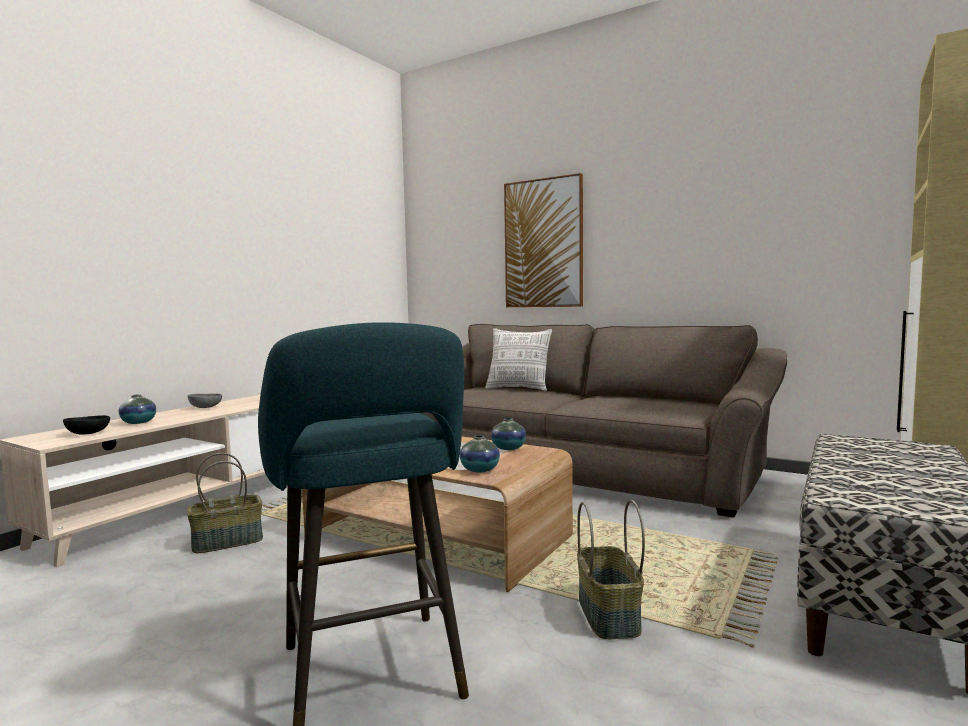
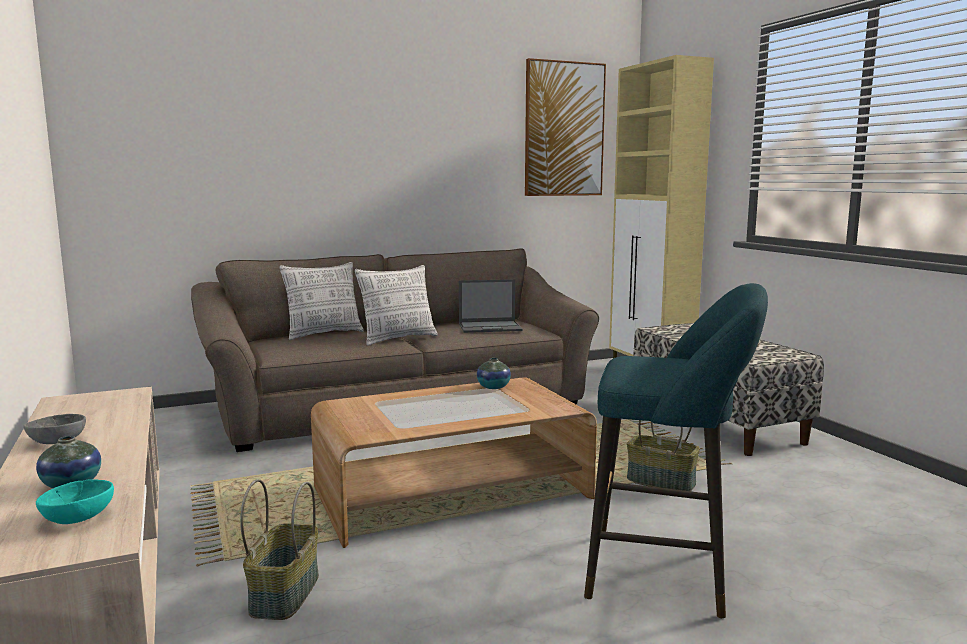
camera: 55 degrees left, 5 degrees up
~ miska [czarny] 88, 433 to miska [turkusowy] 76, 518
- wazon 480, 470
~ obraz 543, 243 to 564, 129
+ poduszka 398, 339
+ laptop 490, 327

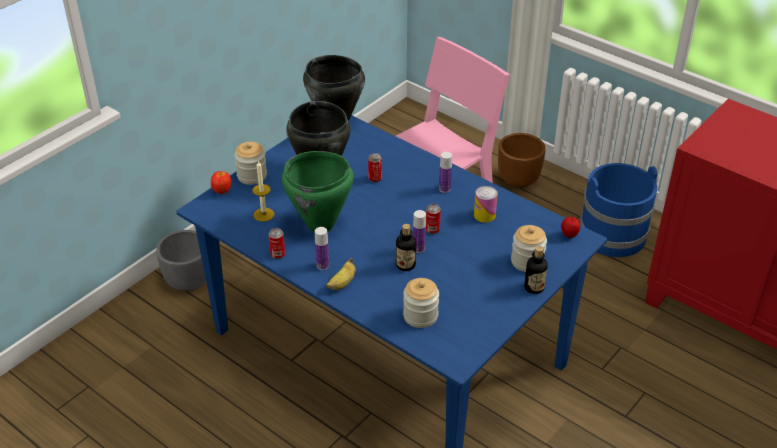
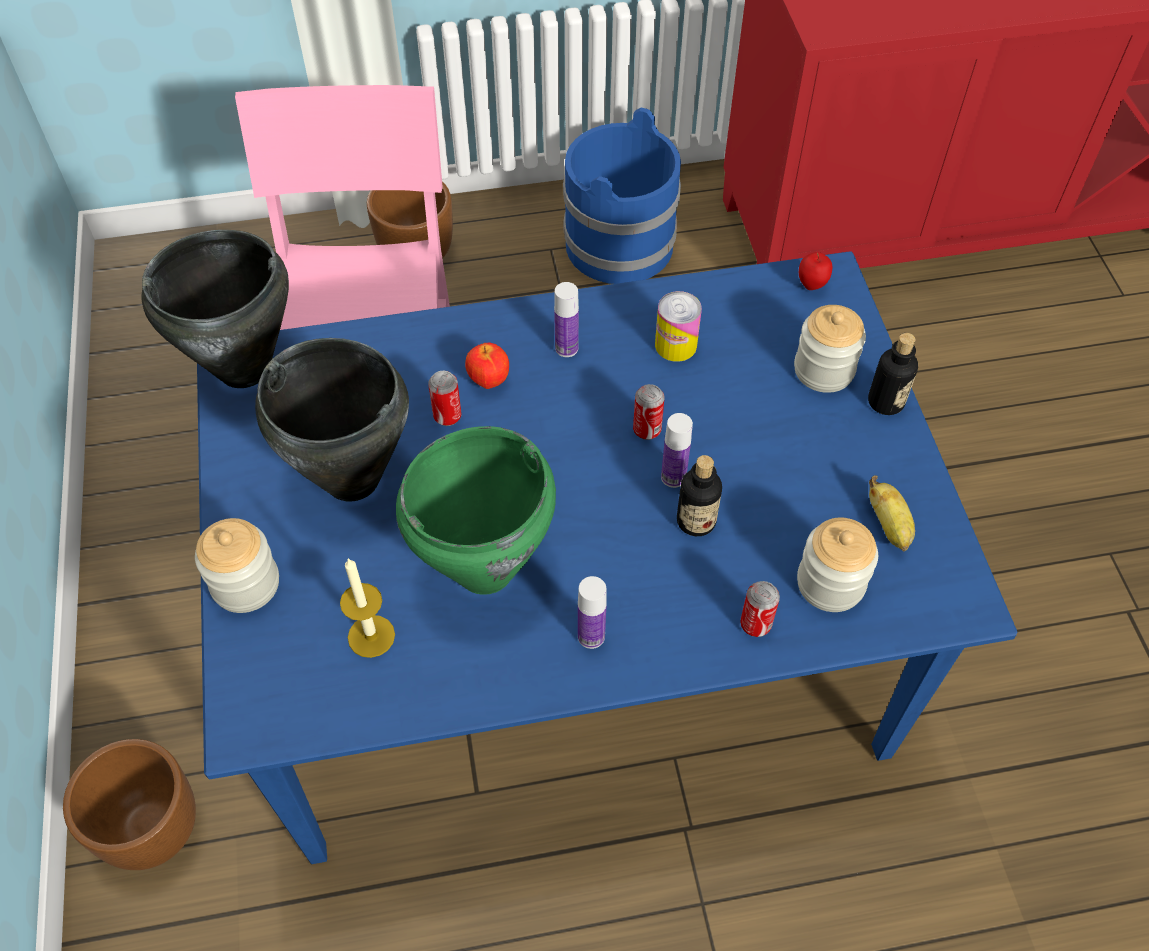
camera: 50 degrees left, 15 degrees up
~ donica [szary] 189, 282 to donica [brązowy] 154, 829
~ jabłko 222, 191 to 488, 381
~ puszka 278, 254 to 755, 624
~ banan 342, 284 to 889, 526

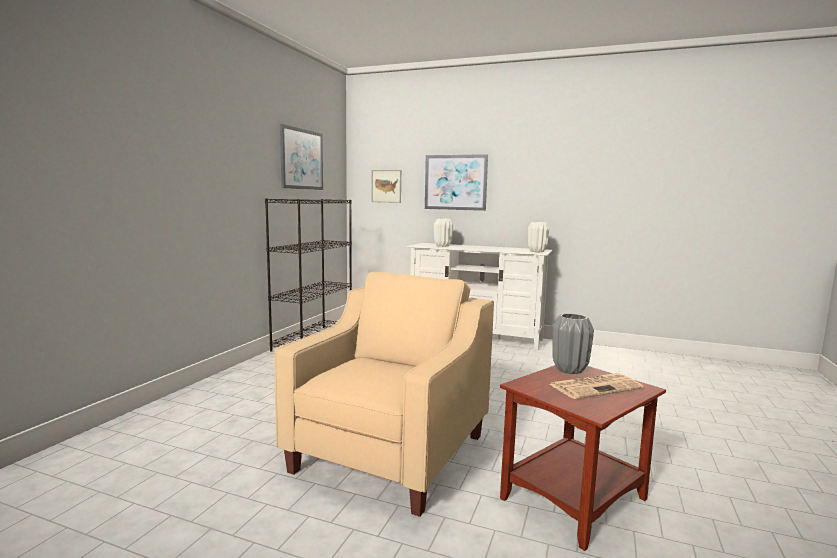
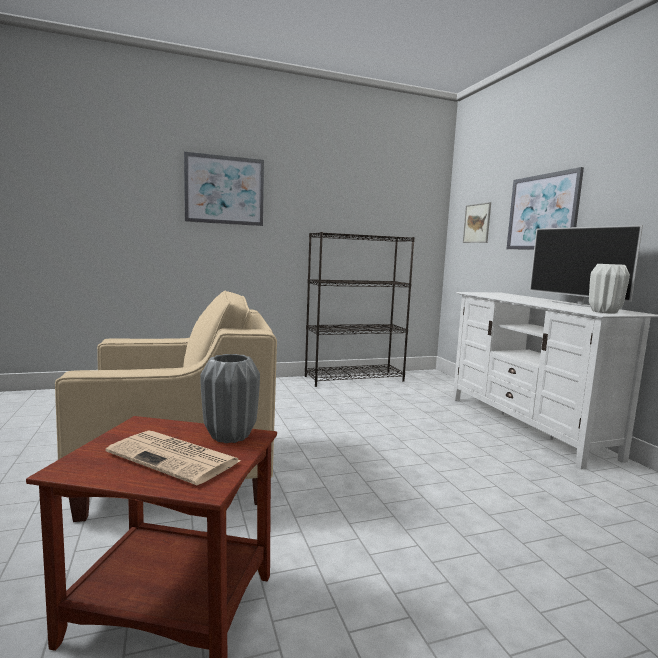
camera: 50 degrees right, 0 degrees up
~ obraz 302, 159 to 224, 190
- wazon [biały] 442, 246
+ telewizor 577, 305

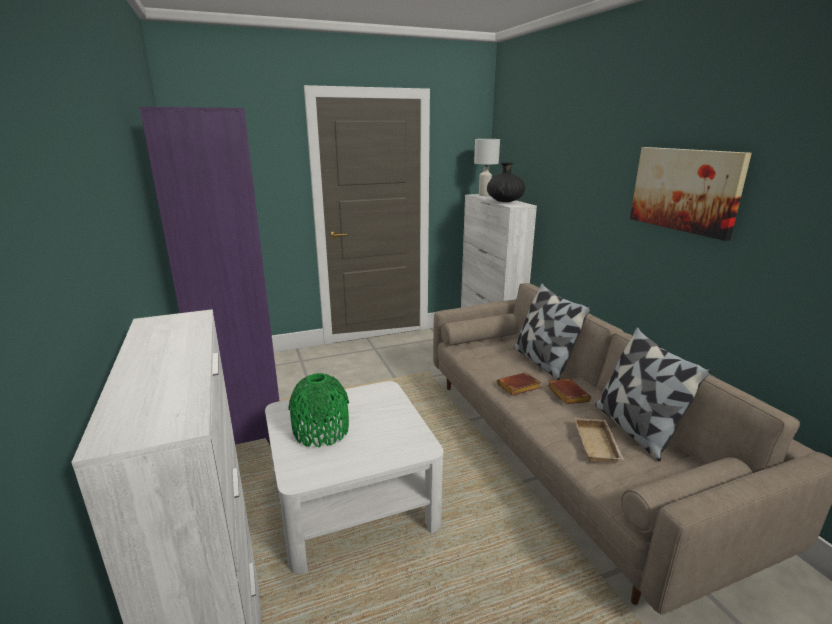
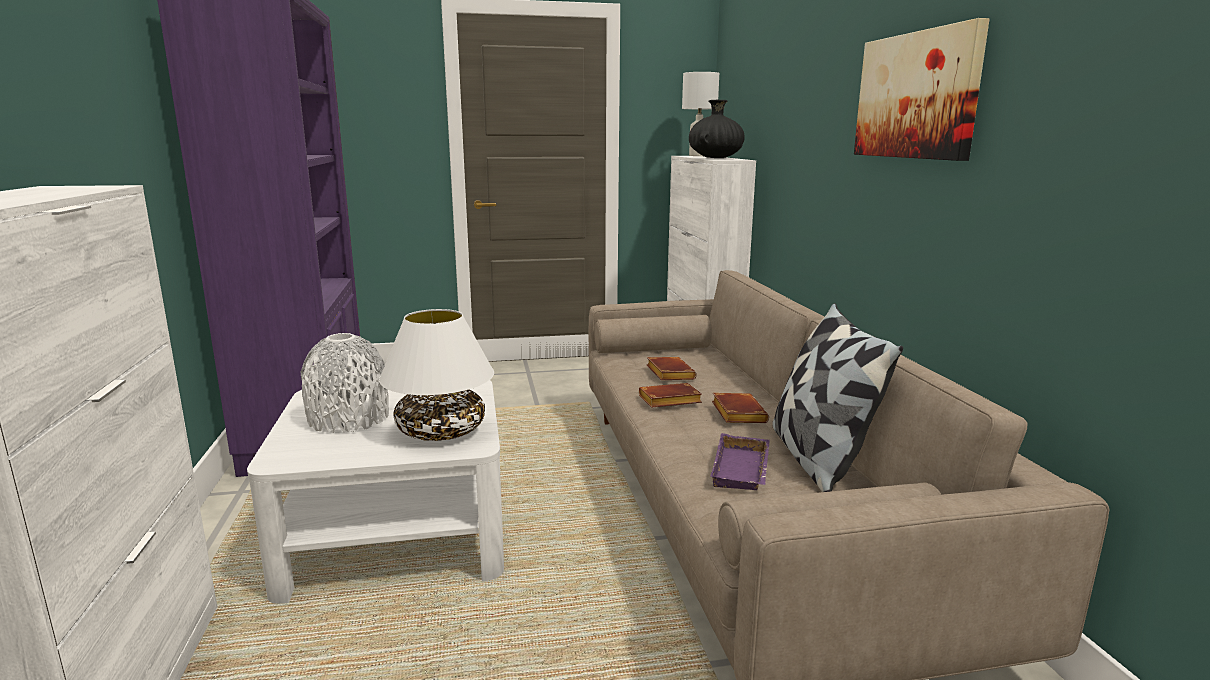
camera: 10 degrees right, 5 degrees down
~ wazon [zielony] 321, 431 to wazon [biały] 349, 418
- poduszka 543, 362
~ taca [beżowy] 598, 445 to taca [fioletowy] 743, 470
+ lampa stołowa [biały] 441, 432
+ książka [brązowy] 668, 373

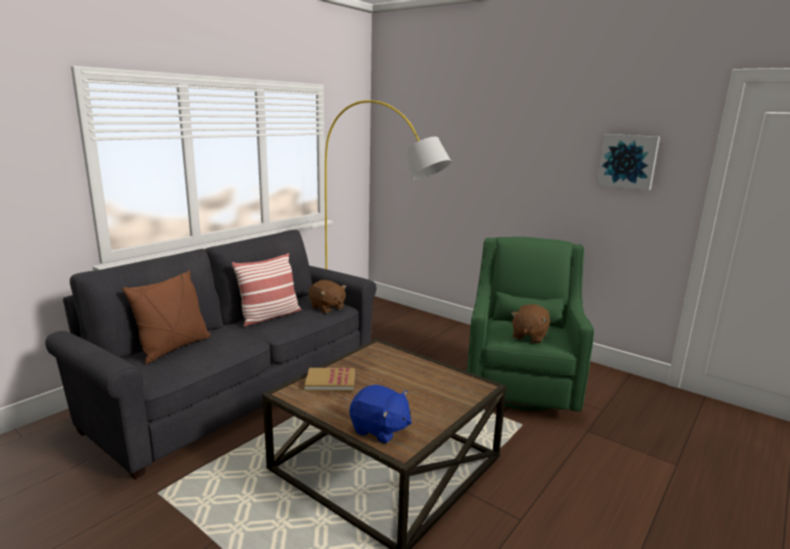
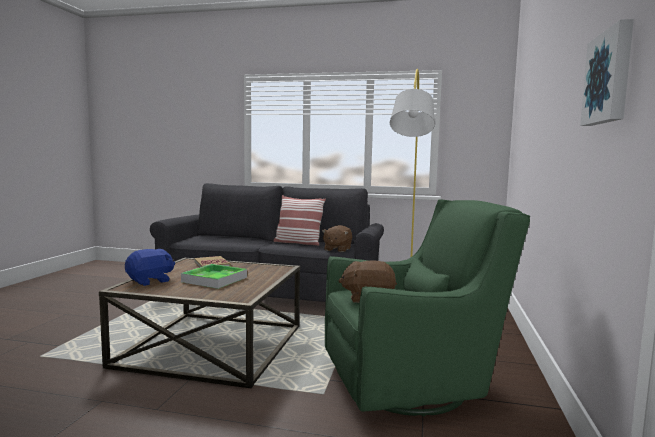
camera: 65 degrees right, 10 degrees down
- poduszka [brązowy] 174, 348
~ pluszak [niebieski] 380, 429 = 150, 281 135 degrees counterclockwise
+ taca 214, 279

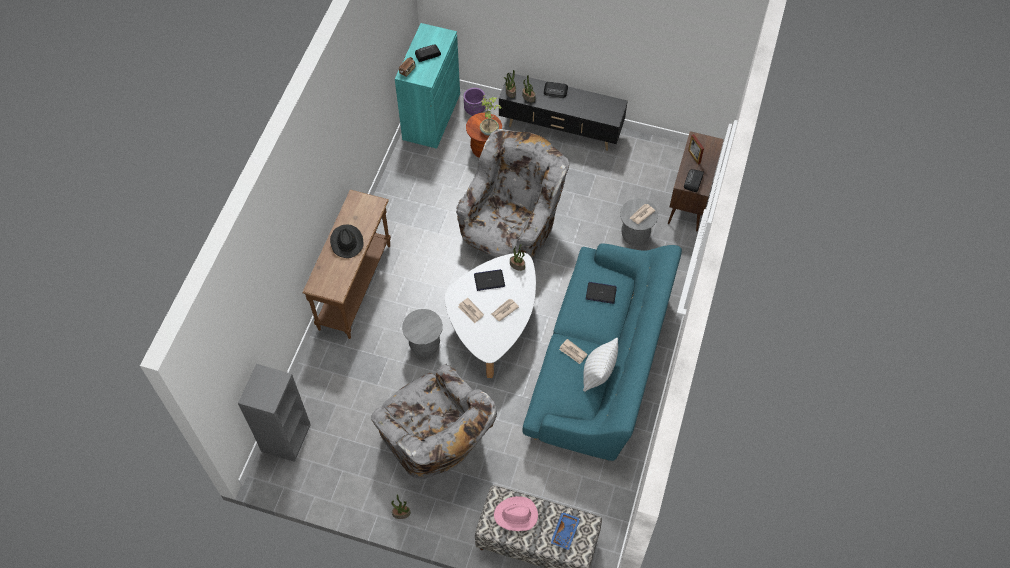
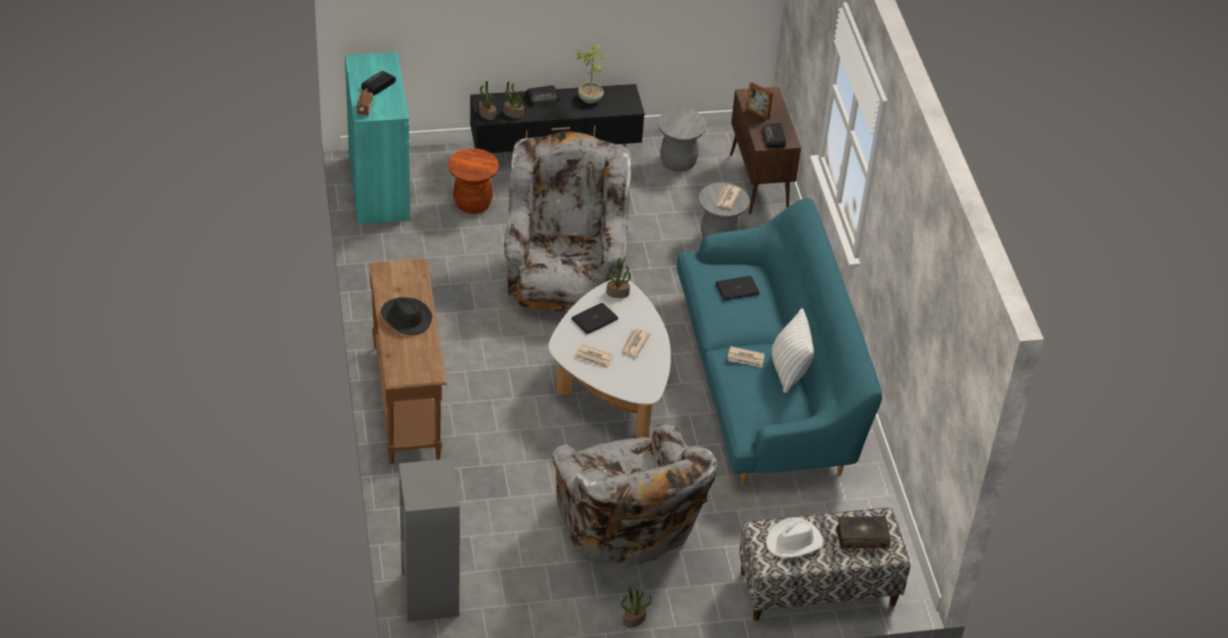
camera: 30 degrees left, 15 degrees down
~ fotel [szary] 436, 443 = 626, 531 45 degrees clockwise
~ stołek [szary] 425, 346 to 678, 162
- donica [fioletowy] 474, 110
~ roślina doniczkowa 489, 130 to 590, 98
~ kapelusz [różowy] 516, 515 to kapelusz [biały] 794, 541
~ taca [niebieski] 565, 532 to książka 862, 537

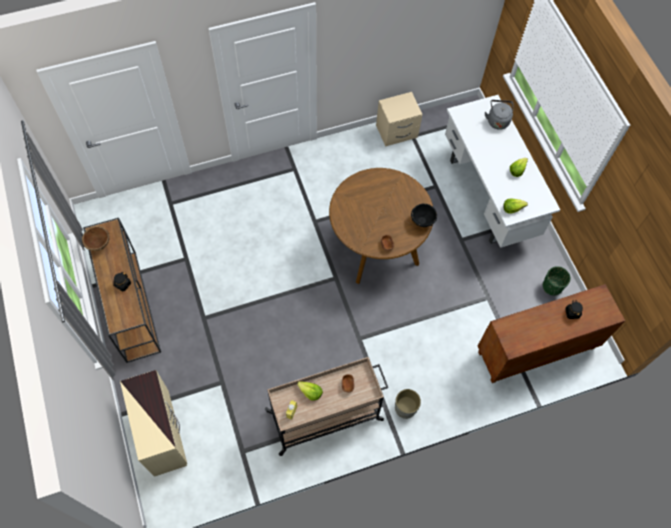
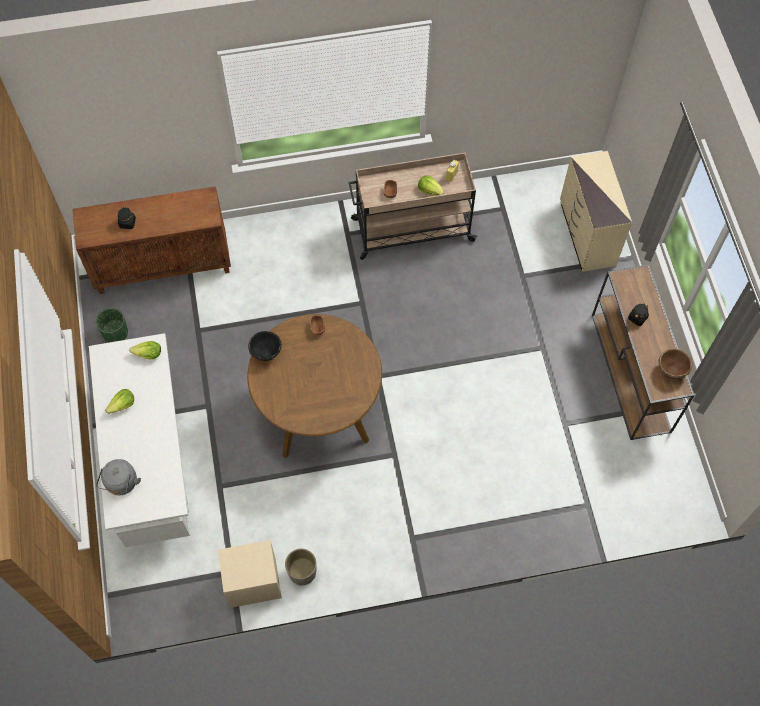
camera: 170 degrees left, 0 degrees up
~ donica [szary] 405, 408 to 302, 572

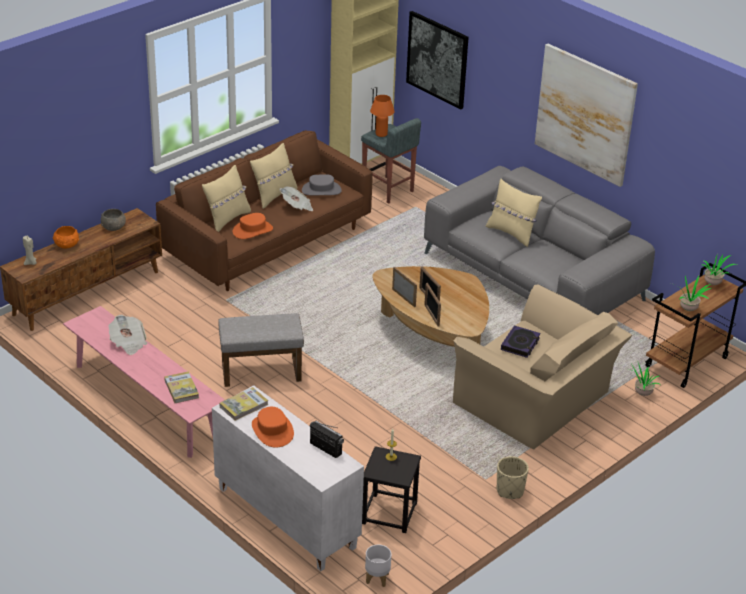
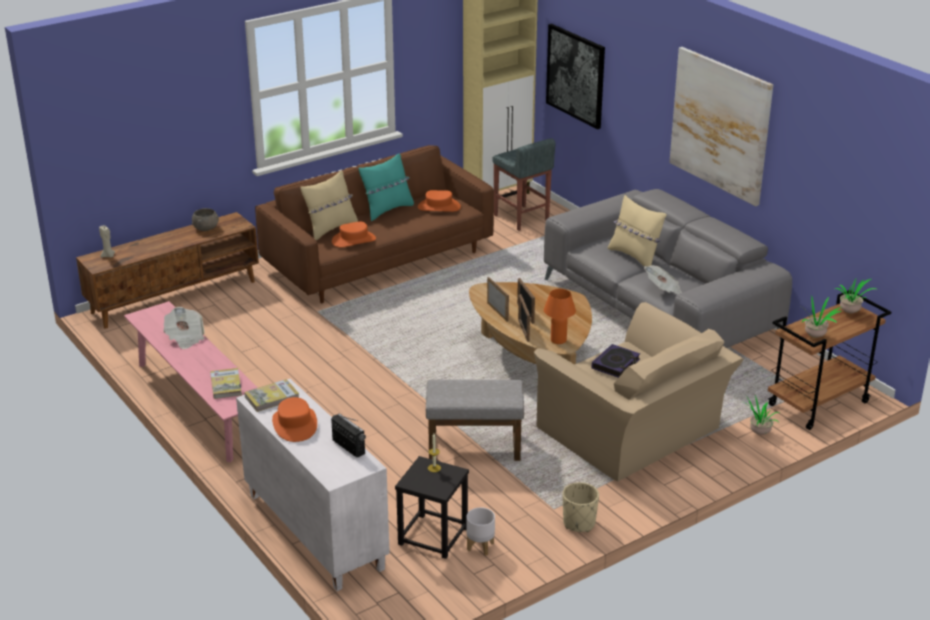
camera: 10 degrees right, 5 degrees down
- miska [pomarańczowy] 66, 245
~ pufa [szary] 260, 372 to 473, 447
~ poduszka [beżowy] 274, 196 to poduszka [turkusowy] 387, 210
~ gazeta 297, 207 to 663, 290
~ kapelusz [szary] 321, 190 to kapelusz [pomarańczowy] 439, 207
~ donica [biały] 376, 578 to 480, 546
~ lampa stołowa [pomarańczowy] 381, 134 to 558, 340

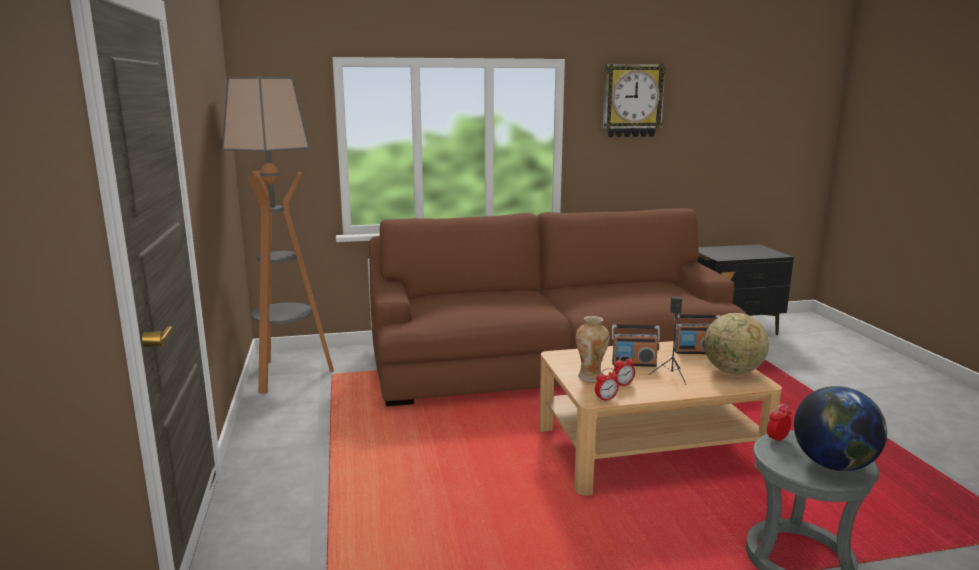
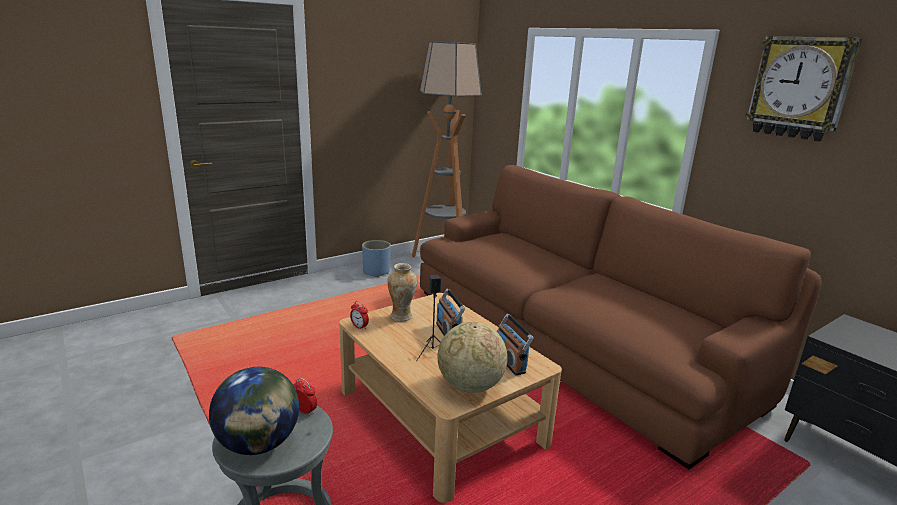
camera: 65 degrees right, 5 degrees up
- budzik 623, 384
+ donica [niebieski] 376, 272

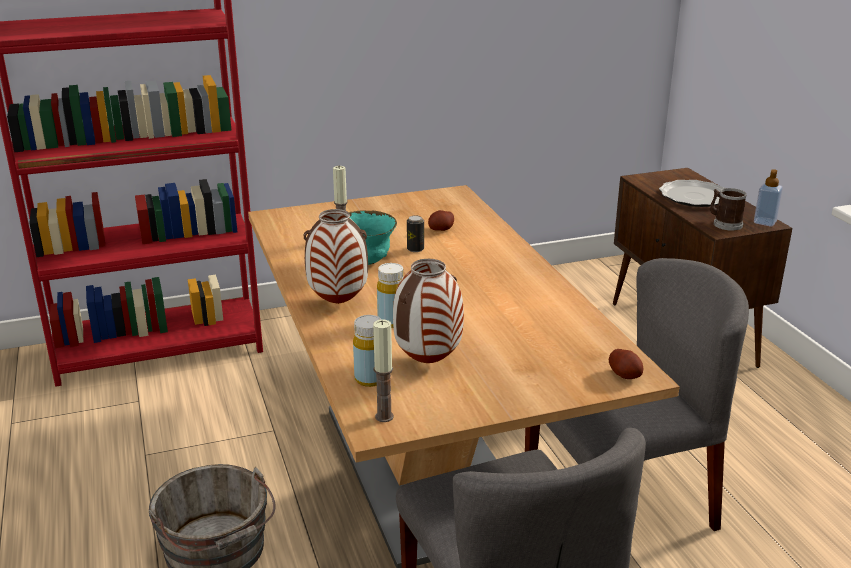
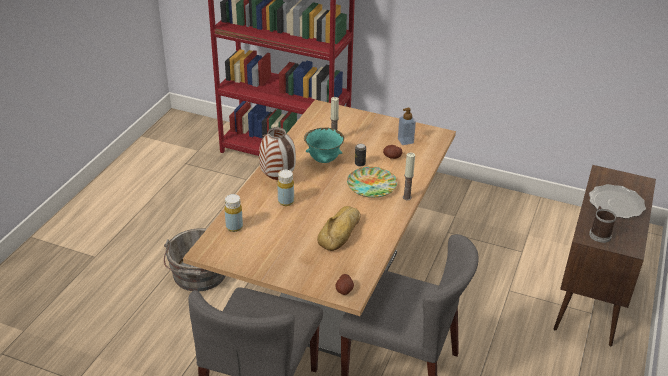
camera: 40 degrees right, 10 degrees up
~ świeca 384, 417 to 407, 197
- wazon 428, 361
~ dozownik mydła 765, 222 to 405, 141
+ chleb 341, 232
+ talerz 372, 186

